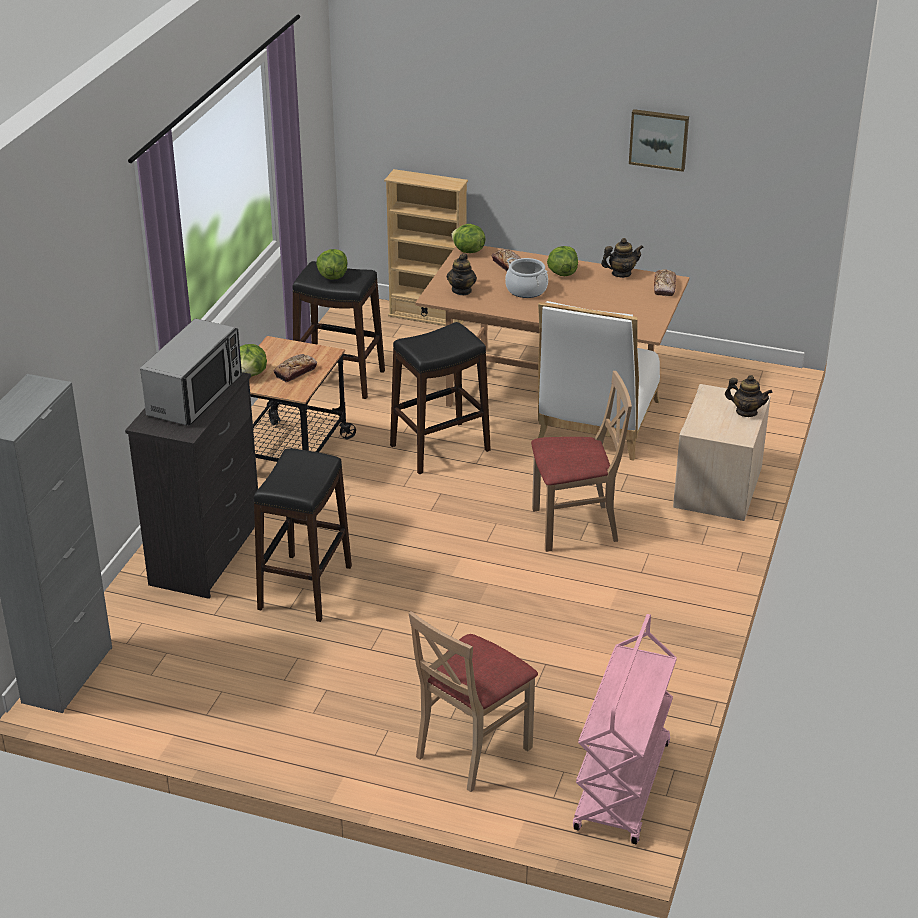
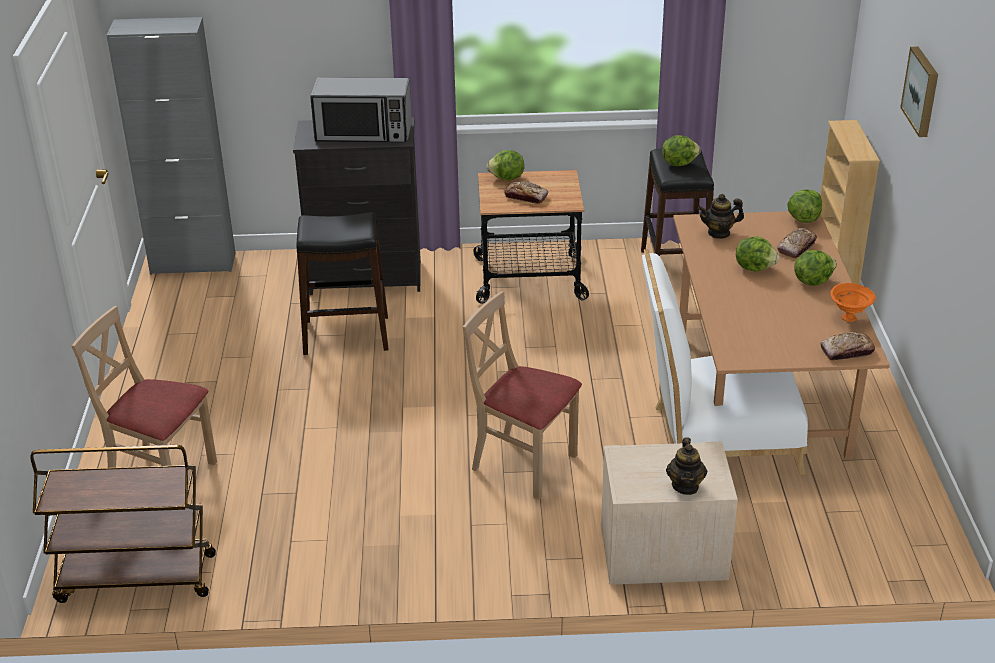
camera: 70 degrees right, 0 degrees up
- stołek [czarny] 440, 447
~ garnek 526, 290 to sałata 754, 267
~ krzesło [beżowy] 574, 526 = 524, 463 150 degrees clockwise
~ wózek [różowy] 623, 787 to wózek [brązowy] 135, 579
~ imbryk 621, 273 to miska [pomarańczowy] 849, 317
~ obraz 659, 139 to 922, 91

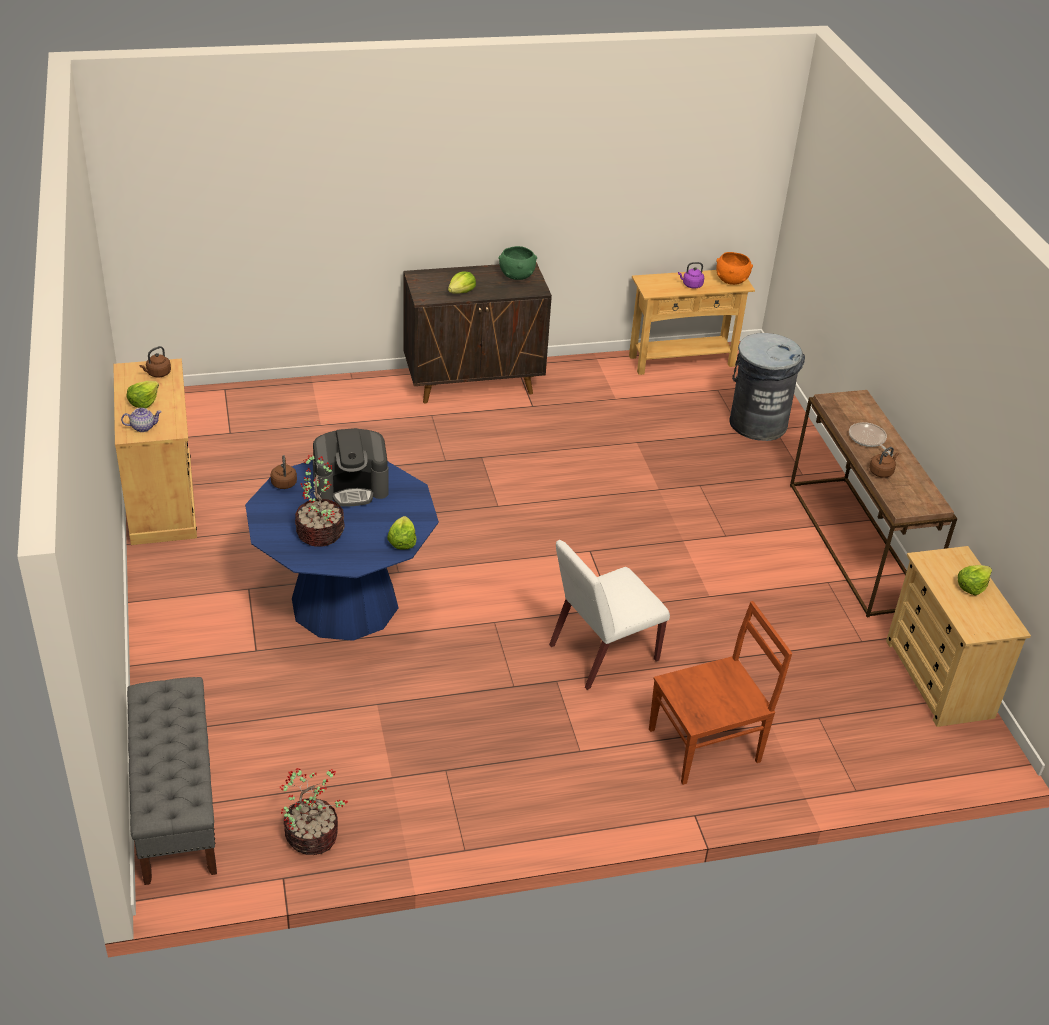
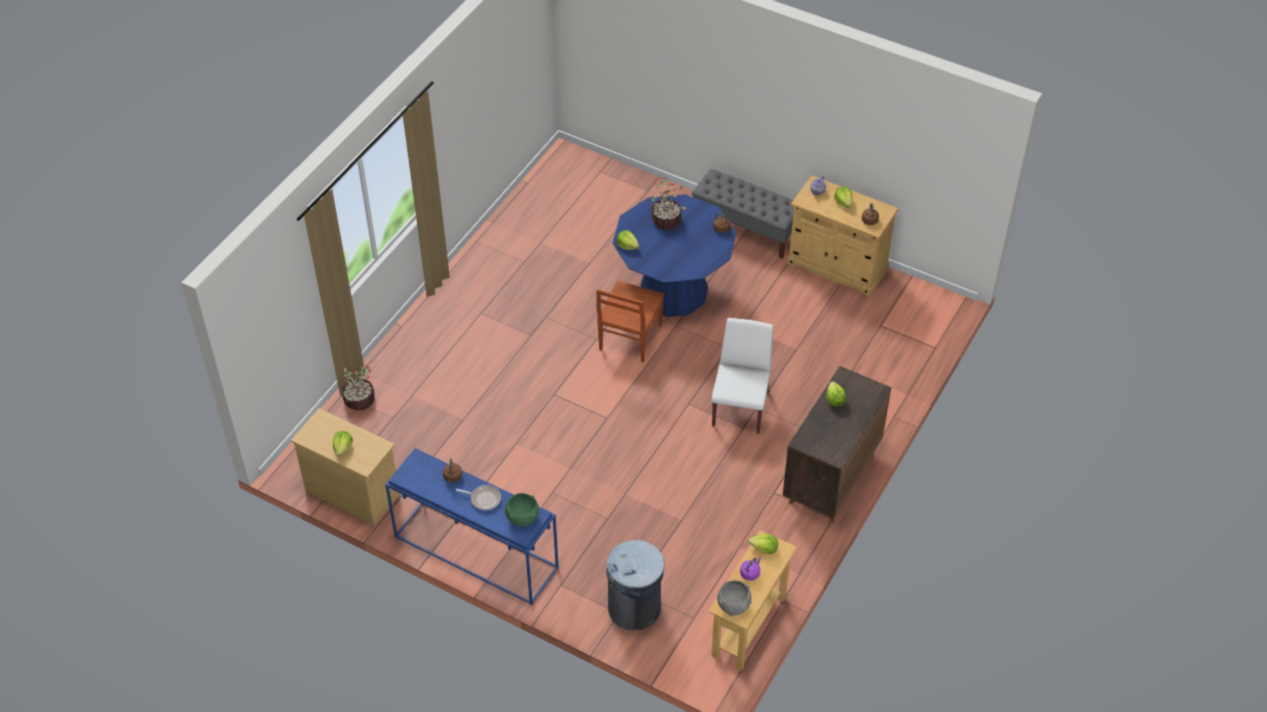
camera: 135 degrees right, 10 degrees up
~ ławka [szary] 176, 803 to 745, 229
~ roślina doniczkowa 313, 836 to 359, 401
- ekspres do kawy 351, 487
~ miska [zielony] 516, 275 to 523, 518
~ krzesło [biały] 602, 653 to 740, 407
~ krzesło [brązowy] 707, 745 to 629, 338
~ miska [pomarańczowy] 732, 280 to miska [szary] 733, 606
~ stolik konsolowy [brązowy] 857, 545 to stolik konsolowy [niebieski] 474, 552
+ sałata 764, 548

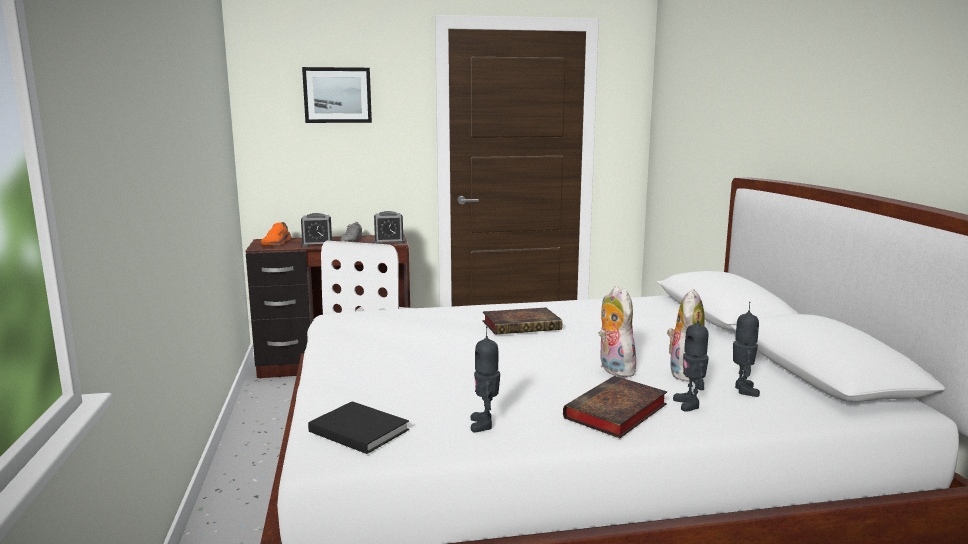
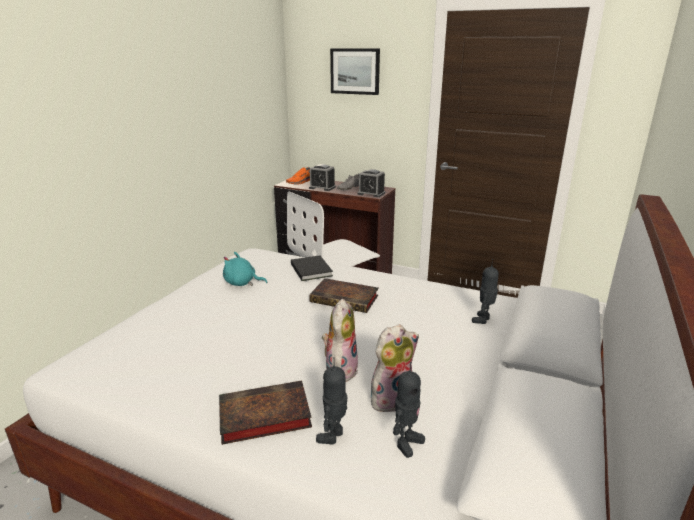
camera: 35 degrees right, 10 degrees up
~ książka [czarny] 358, 429 to 311, 269
~ robot zabawkowy 485, 424 to 483, 320
+ pluszak [turkusowy] 242, 283

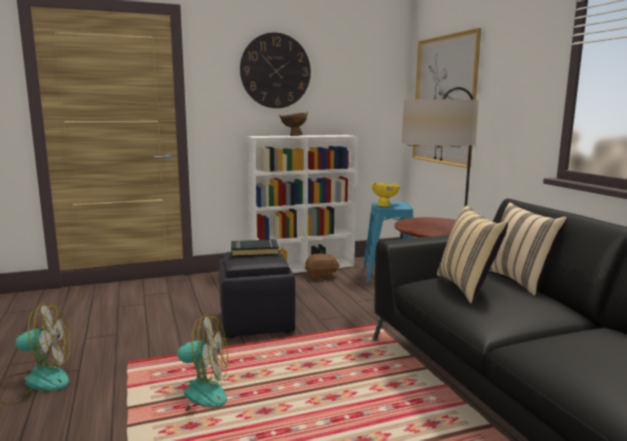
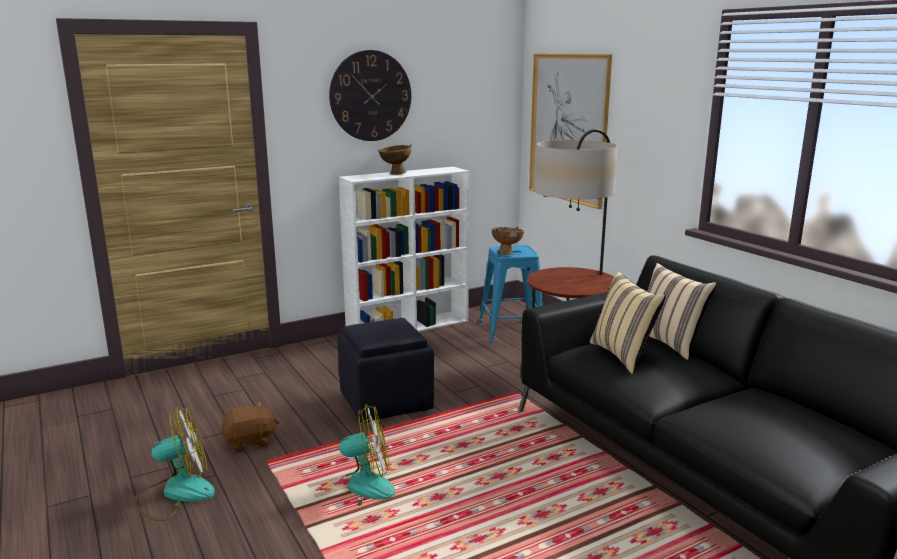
camera: 10 degrees left, 5 degrees up
- książka [czarny] 254, 252
~ pluszak [brązowy] 321, 276 to 250, 442
~ miska [żółty] 385, 206 to miska [brązowy] 507, 253

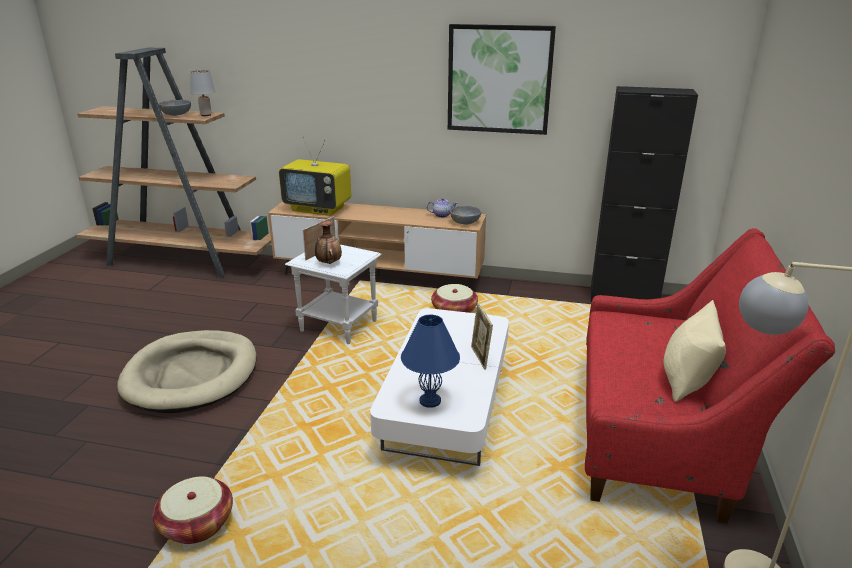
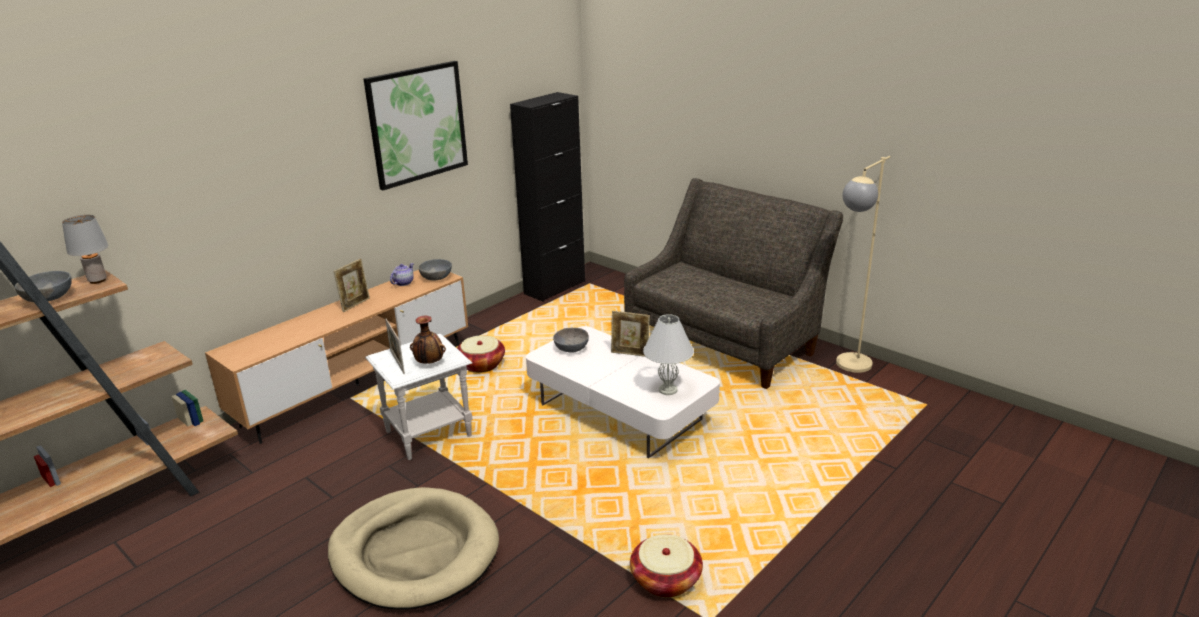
camera: 60 degrees left, 0 degrees up
- telewizor 318, 209
~ lampa stołowa [niebieski] 430, 400 to lampa stołowa [biały] 667, 390
~ kanapa [czerwony] 661, 435 to kanapa [szary] 725, 341
- poduszka [beżowy] 686, 380
+ ramka na zdjęcie 355, 304
+ miska [szary] 571, 348

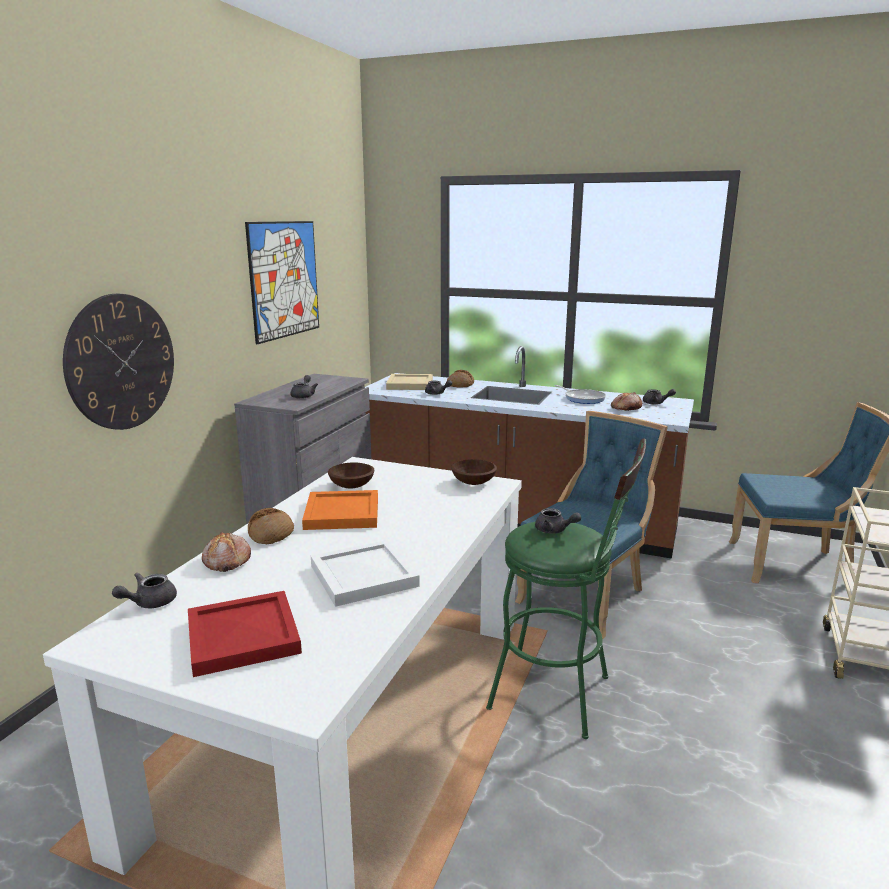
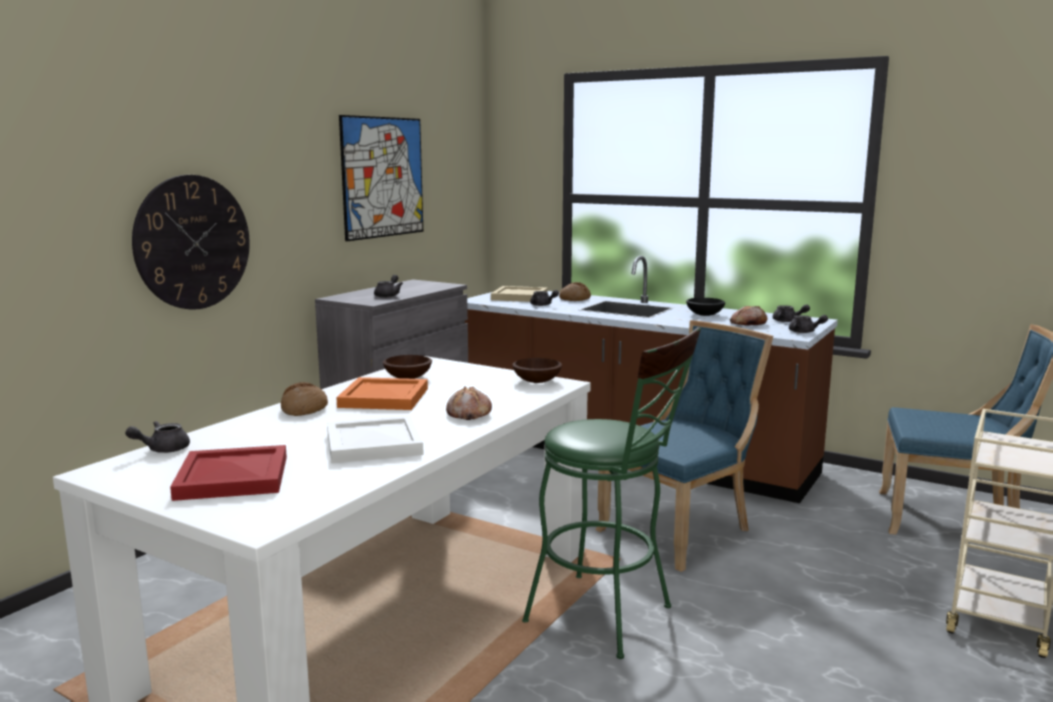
camera: 10 degrees right, 5 degrees down
~ chleb 226, 561 to 468, 414
~ imbryk [szary] 554, 530 to 805, 332
~ patelnia 583, 398 to miska [czarny] 705, 314

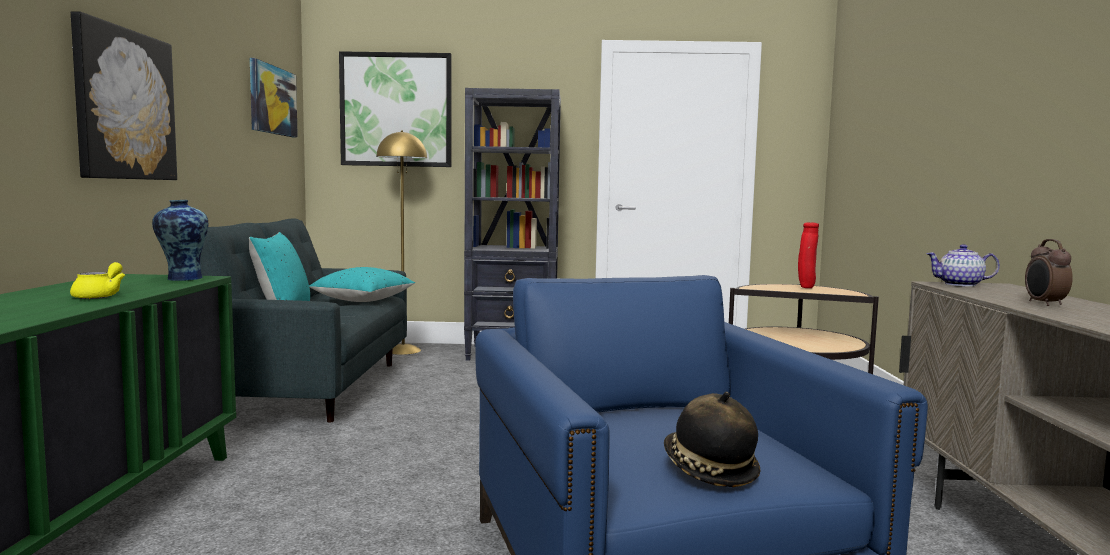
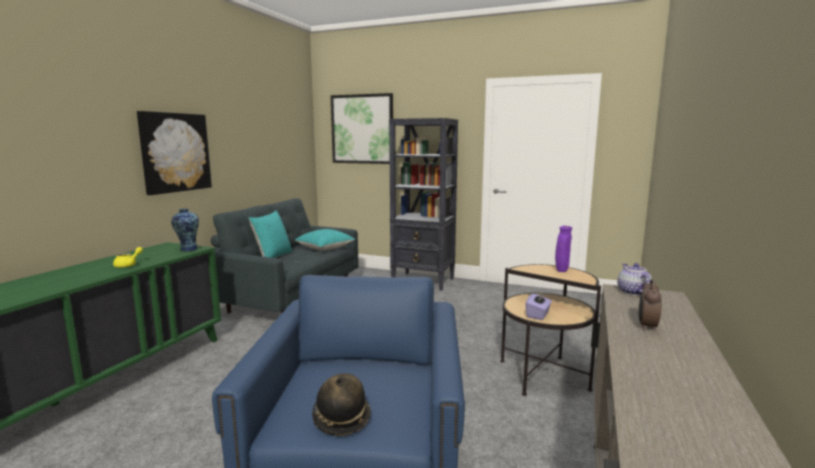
camera: 20 degrees right, 5 degrees up
- obraz 272, 100
- lampa stojąca [żółty] 402, 350
~ wazon [czerwony] 806, 287 to wazon [fioletowy] 561, 271
~ imbryk 960, 284 = 633, 292 60 degrees clockwise
+ pudełko chusteczek [fioletowy] 538, 315

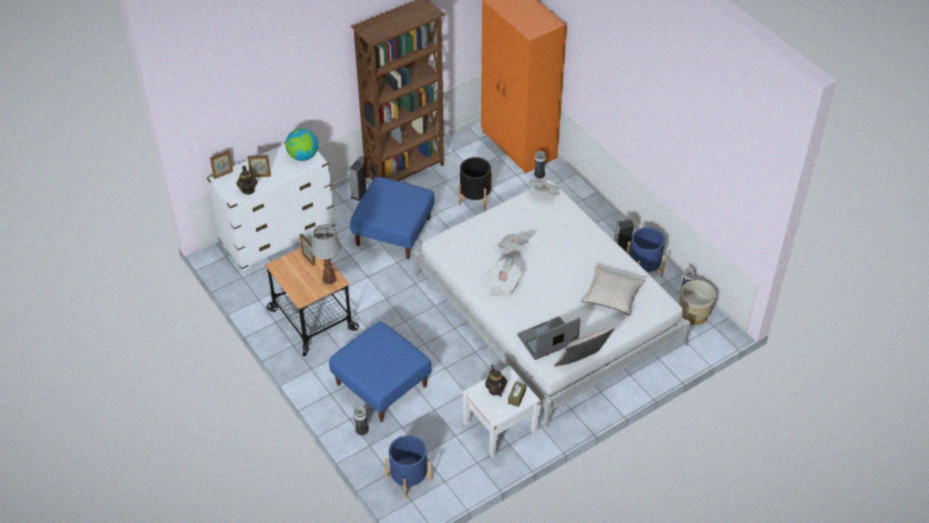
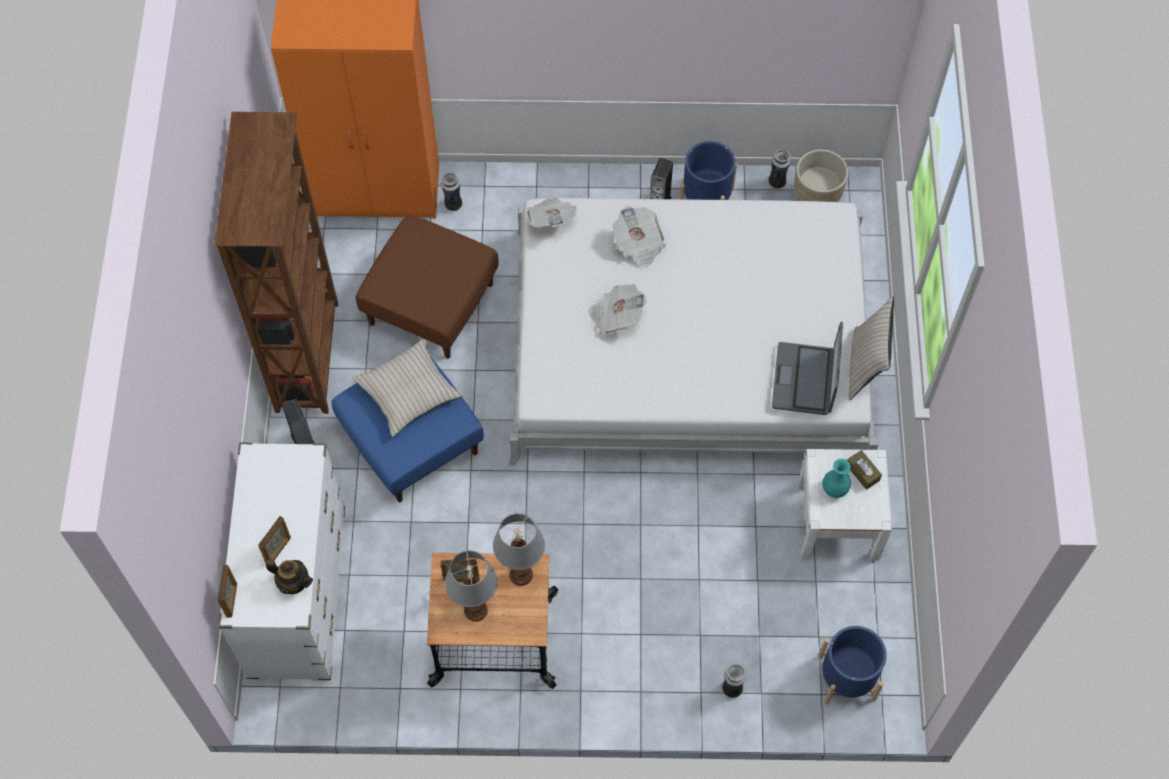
camera: 55 degrees left, 15 degrees up
- globus 303, 156
- pufa [niebieski] 381, 385
~ donica [czarny] 475, 198 to pufa [brązowy] 431, 304
~ imbryk 495, 389 to wazon [turkusowy] 834, 489
~ gazeta 502, 284 to 638, 244
~ poduszka [beżowy] 612, 295 to 409, 392
+ lampa stołowa 475, 611

